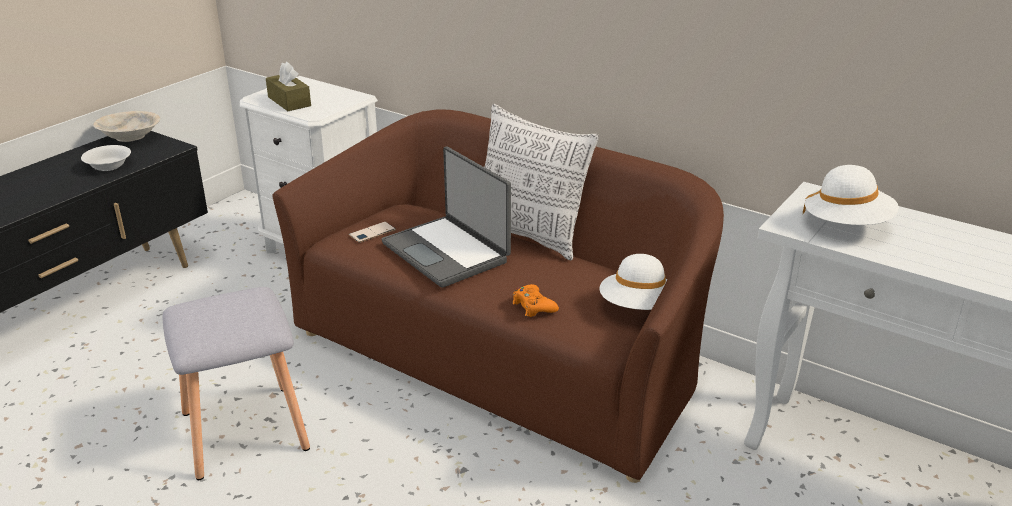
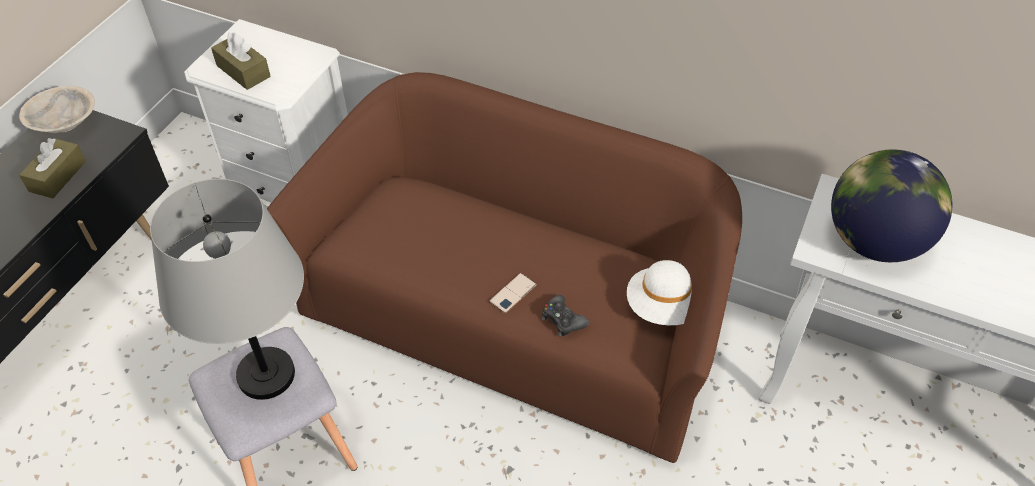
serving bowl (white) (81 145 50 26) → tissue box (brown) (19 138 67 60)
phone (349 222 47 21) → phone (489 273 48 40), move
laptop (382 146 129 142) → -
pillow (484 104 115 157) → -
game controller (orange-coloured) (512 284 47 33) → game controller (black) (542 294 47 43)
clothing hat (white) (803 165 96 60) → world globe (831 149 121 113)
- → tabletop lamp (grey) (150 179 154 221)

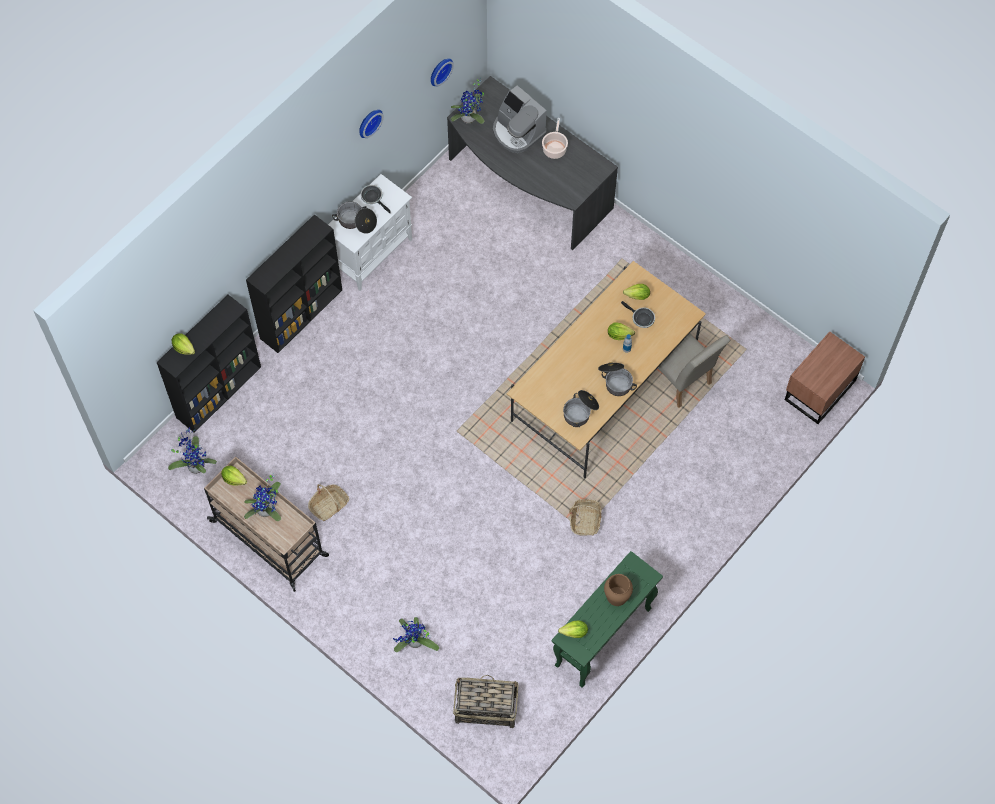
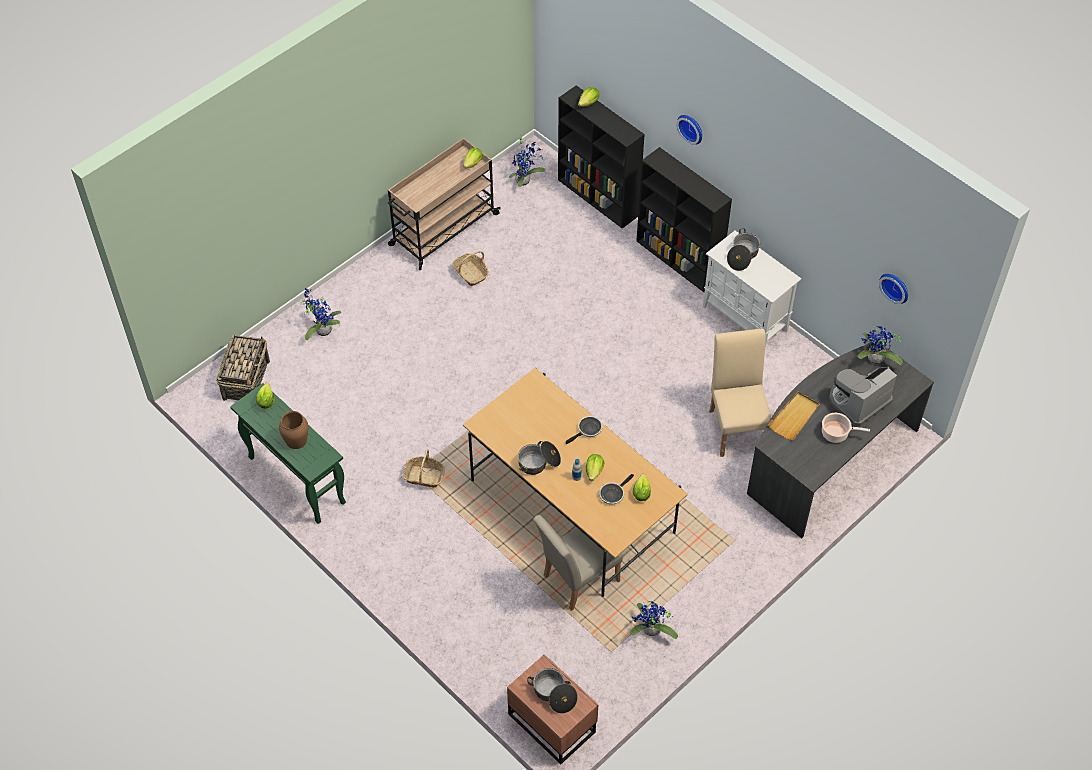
houseplant (244 473 37 48) → houseplant (630 601 48 38), move
wall clock (360 110 24 28) → wall clock (677 115 25 30), move
skillet (360 185 31 28) → skillet (566 416 36 28), move
saucepot (563 390 36 37) → saucepot (527 668 51 46), move
- → upright chair (beige) (709 328 62 129)
- → carrying tray (beige) (768 392 51 48)

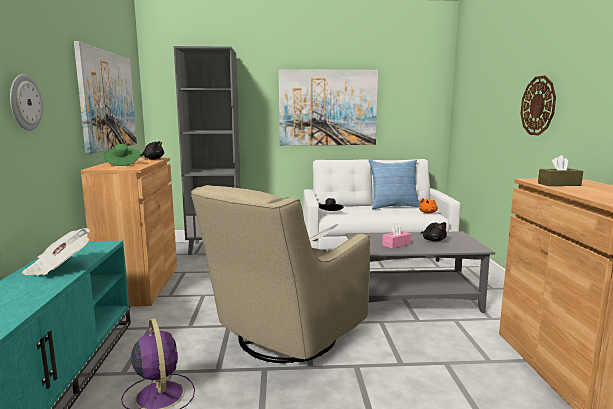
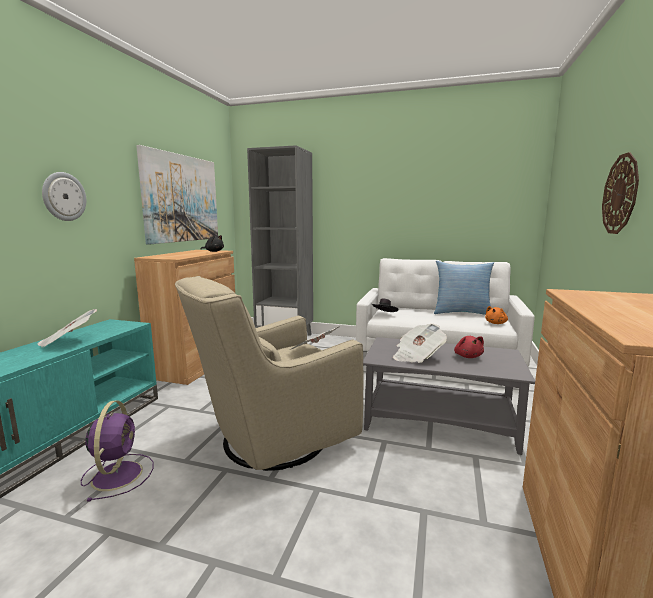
clothing hat (green) (104 144 36 22) → -
wall art (279 69 99 76) → -
tissue box (pinkish) (382 223 29 26) → newspaper (393 324 54 39)
plush toy (black) (421 222 26 20) → plush toy (red-coloured) (454 336 30 22)
tissue box (brown) (538 155 45 31) → -

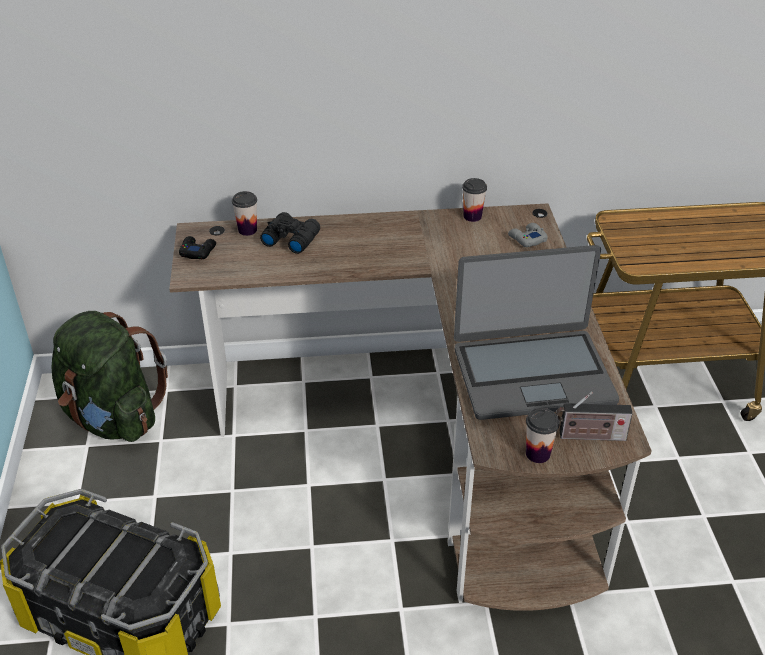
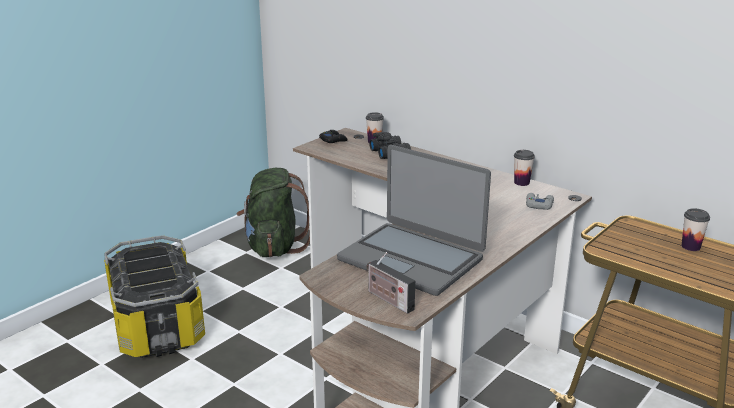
small cup (526 408 34 55) → small cup (681 208 29 43), move

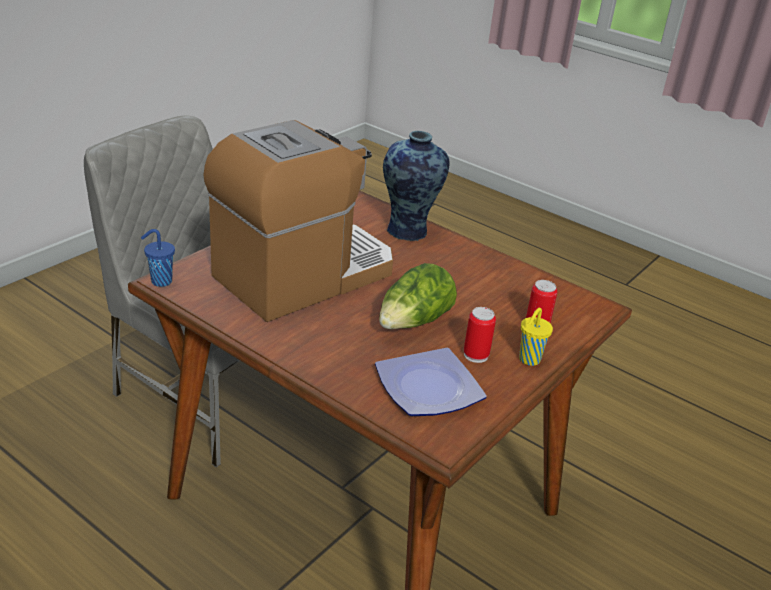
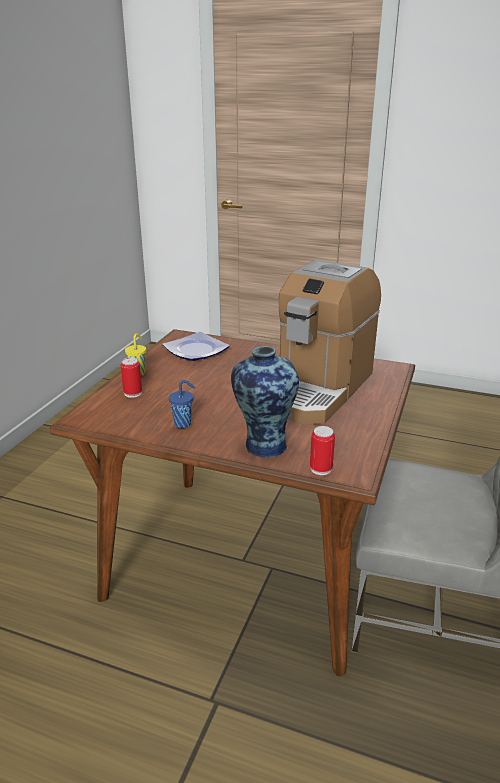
small cup (blue-coloured) (141 229 34 58) → small cup (blue-coloured) (169 380 26 48), move
lettuce (379 263 78 66) → -
can (464 307 32 56) → can (310 426 25 49), move

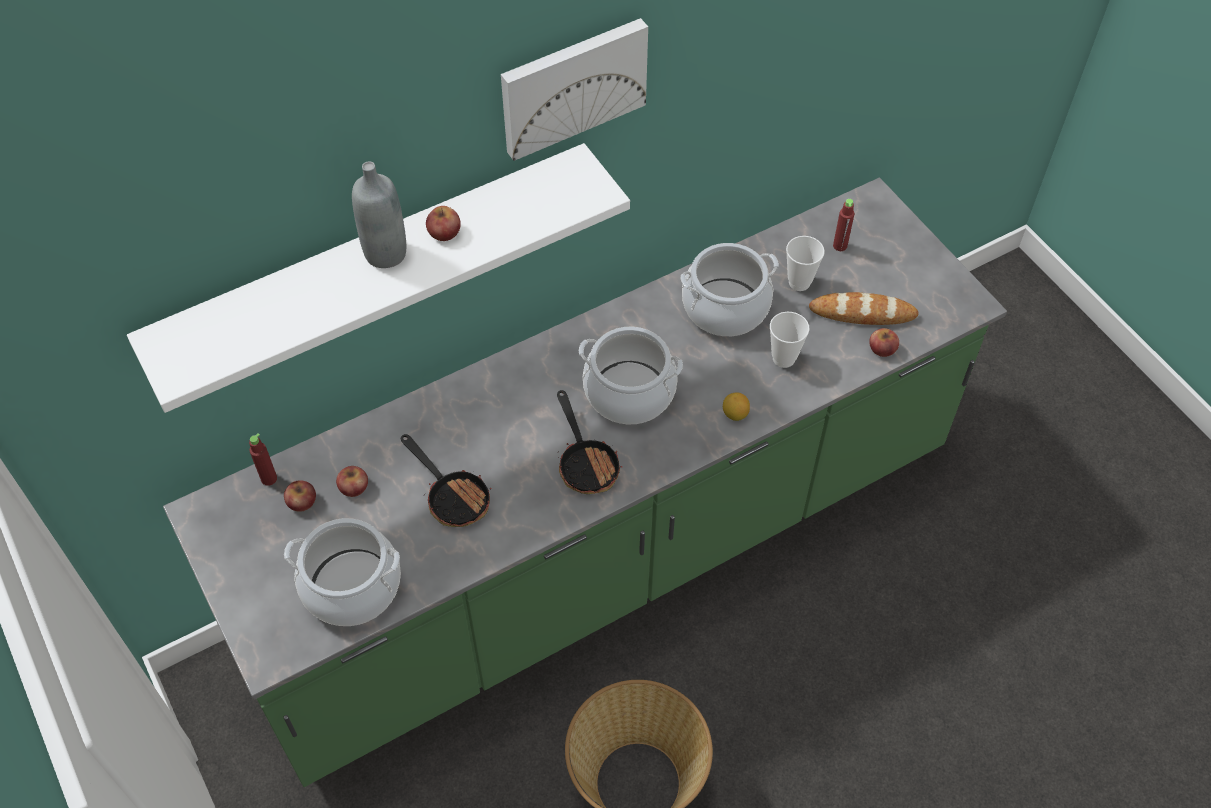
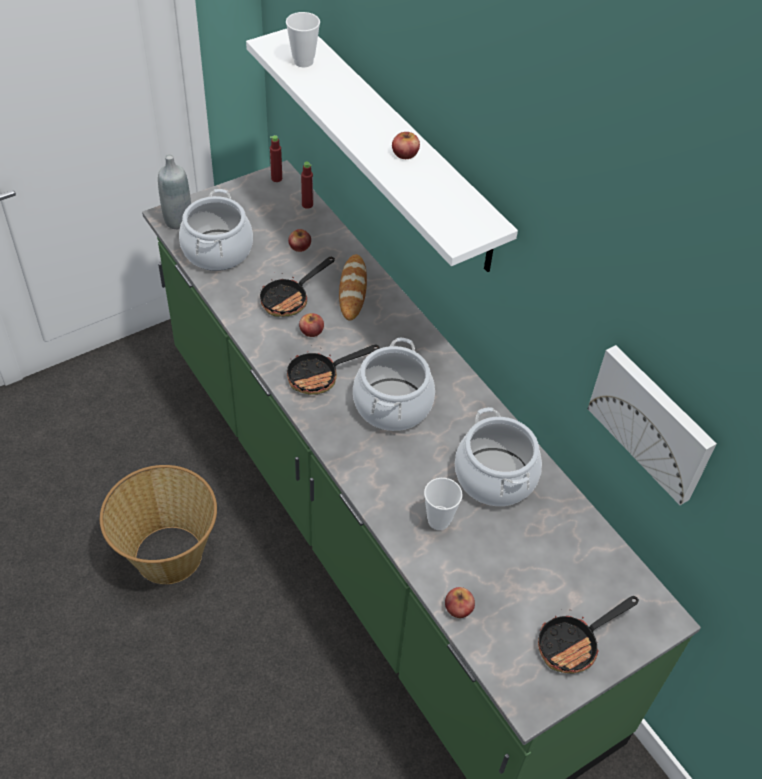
apple (284 480 32 32) → apple (299 313 25 24), move
drink bottle (grey) (352 162 54 106) → drink bottle (grey) (158 154 33 75), move
wall art (501 18 147 143) → wall art (588 345 129 160), move
whole lemon (723 393 27 28) → -
small cup (786 236 39 55) → small cup (286 12 34 55), move
bread (809 292 110 33) → bread (339 254 28 67), move
drink bottle (red-coloured) (833 199 21 52) → drink bottle (red-coloured) (270 135 12 47), move
- → skillet (538 596 101 78)

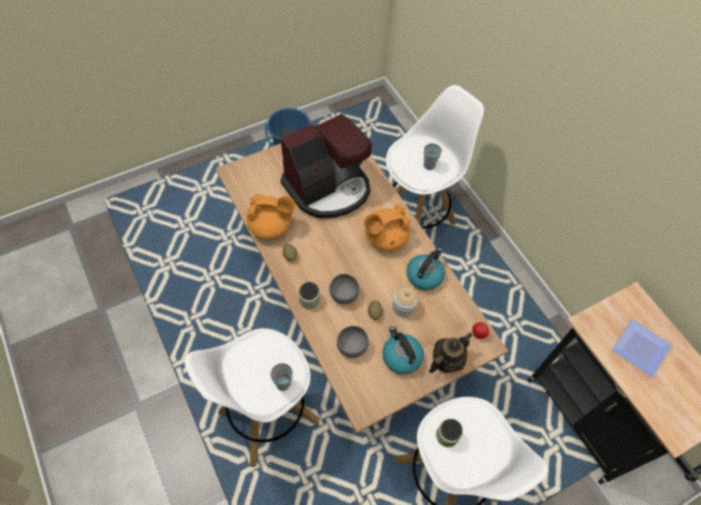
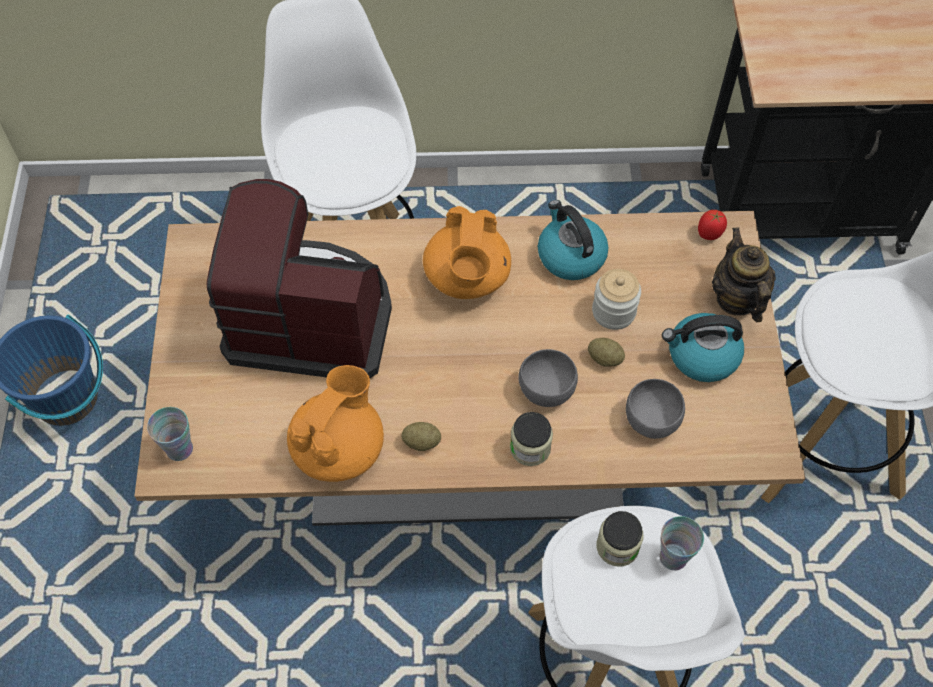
coffee brewer (281 114 91 104) → coffee brewer (207 179 185 199), 75 degrees counterclockwise
small cup (424 143 18 27) → small cup (147 407 46 54), move
preserve jar (436 419 27 28) → preserve jar (596 511 48 56), move
dinner plate (612 319 60 58) → -

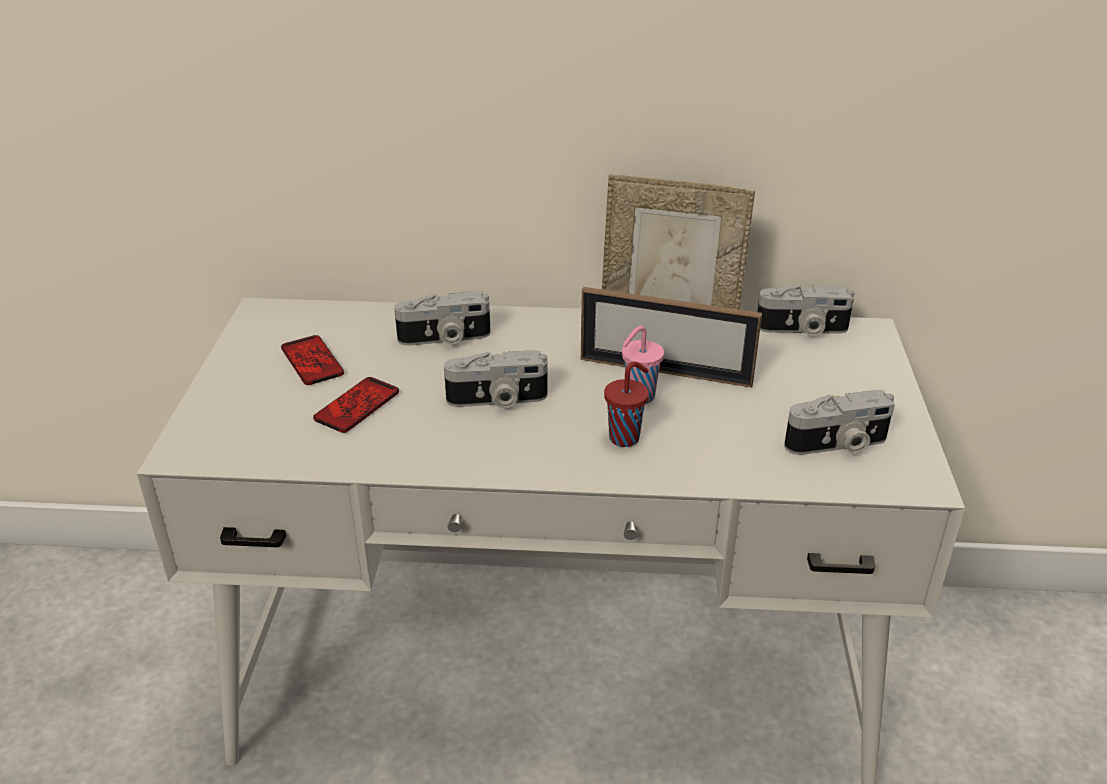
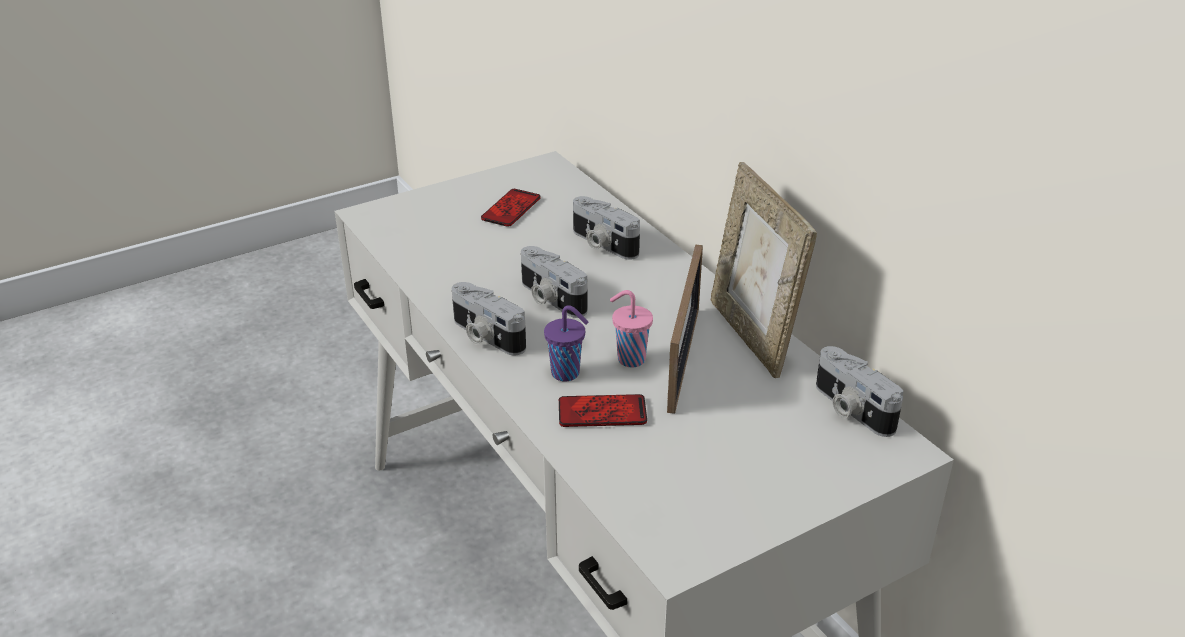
phone (313 377 86 56) → phone (559 394 88 33), move
photo frame (581 287 181 101) → photo frame (667 244 36 170), 150 degrees counterclockwise
small cup (red-coloured) (604 362 45 85) → small cup (purple-coloured) (544 305 44 76)
photo camera (784 390 111 65) → photo camera (452 282 74 73), move

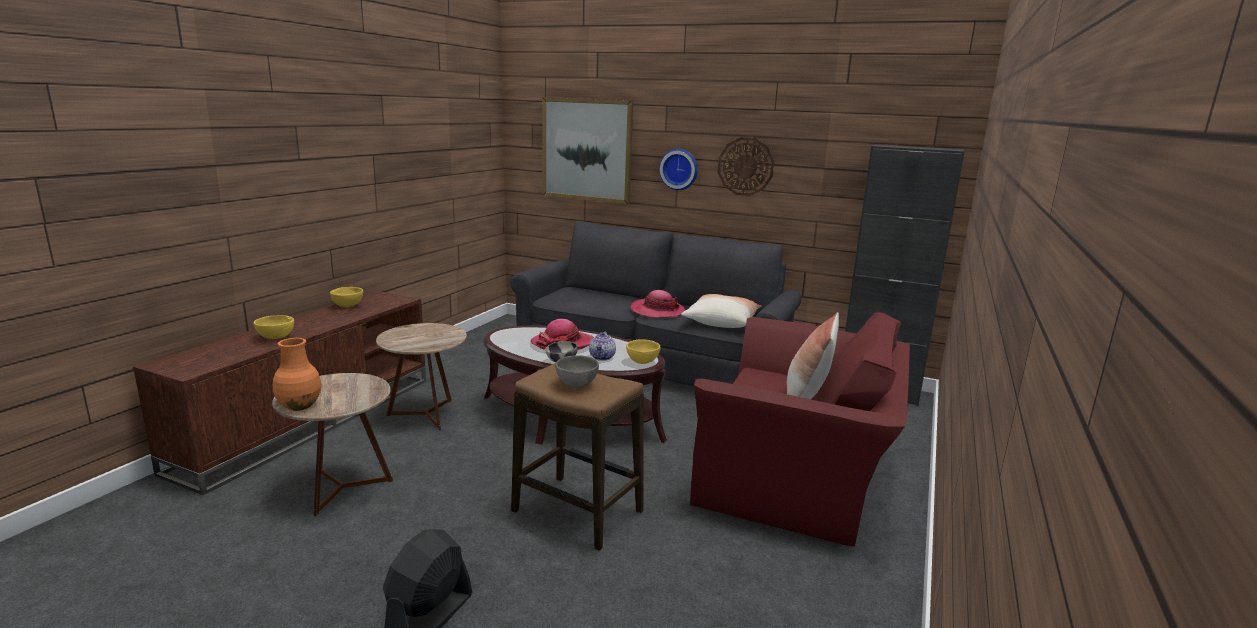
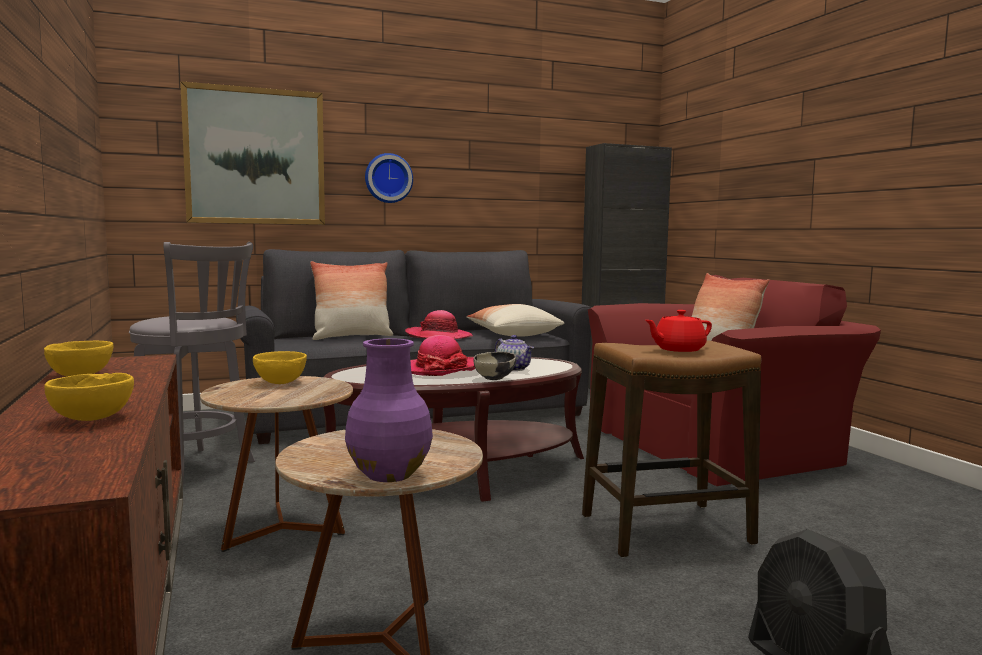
flower vase (orange-coloured) (273 338 49 73) → flower vase (purple-coloured) (345 338 88 144)
serving bowl (grey) (555 355 44 33) → tea pot (red-coloured) (645 310 67 42)
serving bowl (yellow) (626 339 34 25) → serving bowl (yellow) (253 351 54 33), move
wall clock (718 137 56 59) → -
- → sitting stool (grey) (129 242 126 242)
- → pillow (310 261 83 79)

